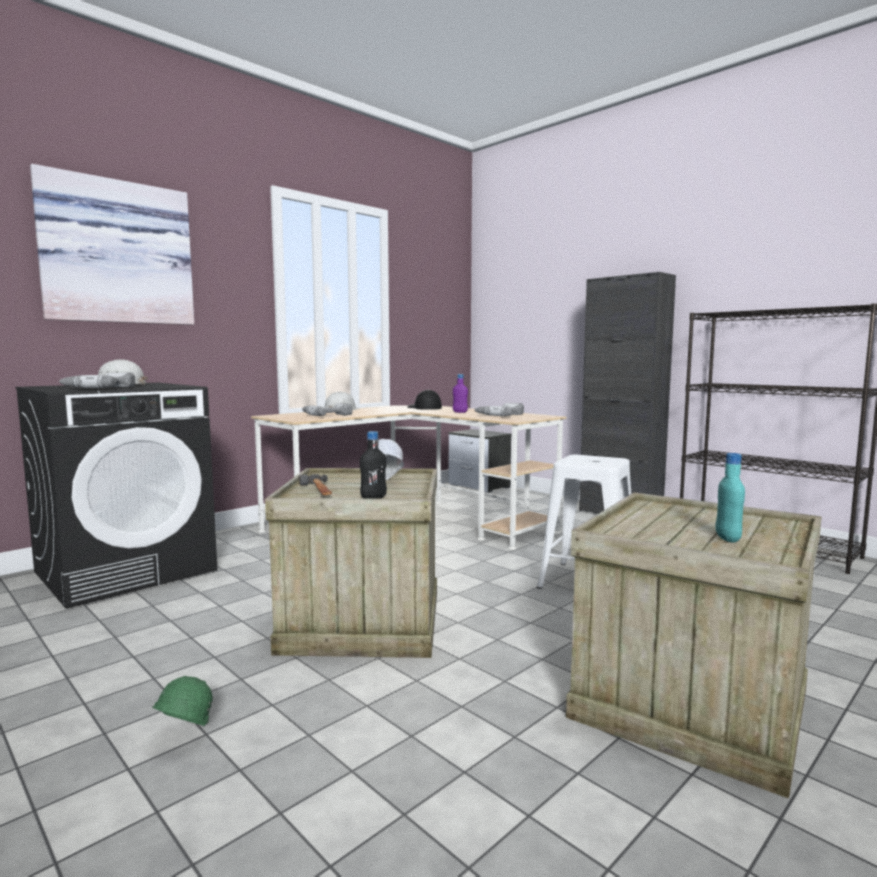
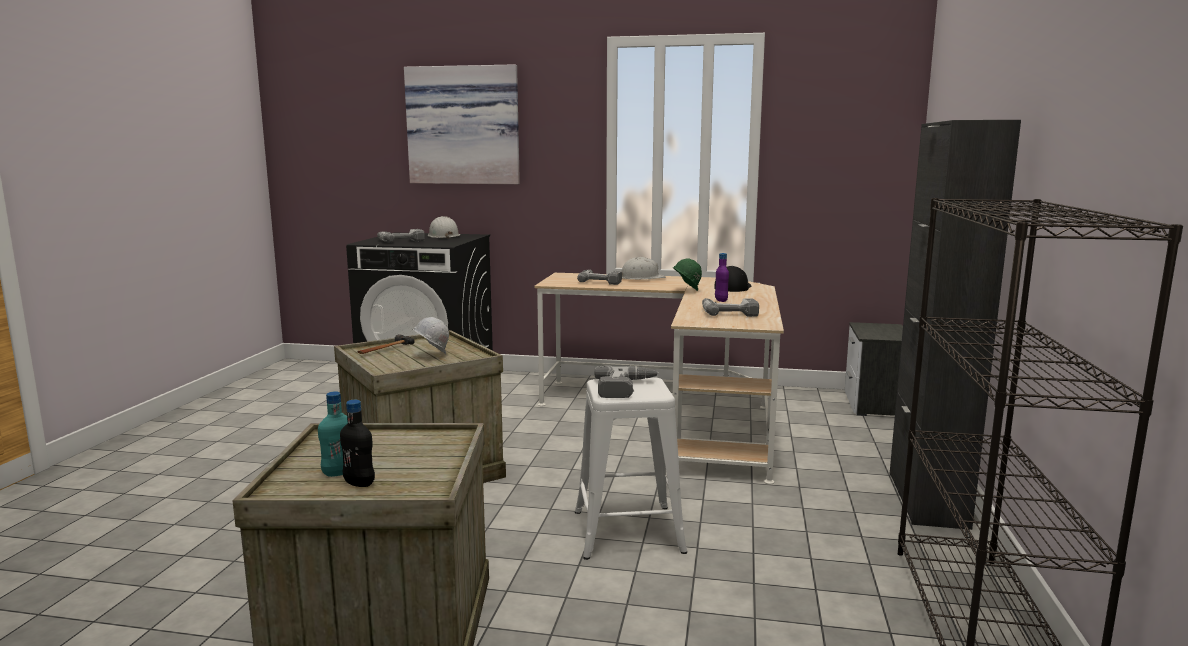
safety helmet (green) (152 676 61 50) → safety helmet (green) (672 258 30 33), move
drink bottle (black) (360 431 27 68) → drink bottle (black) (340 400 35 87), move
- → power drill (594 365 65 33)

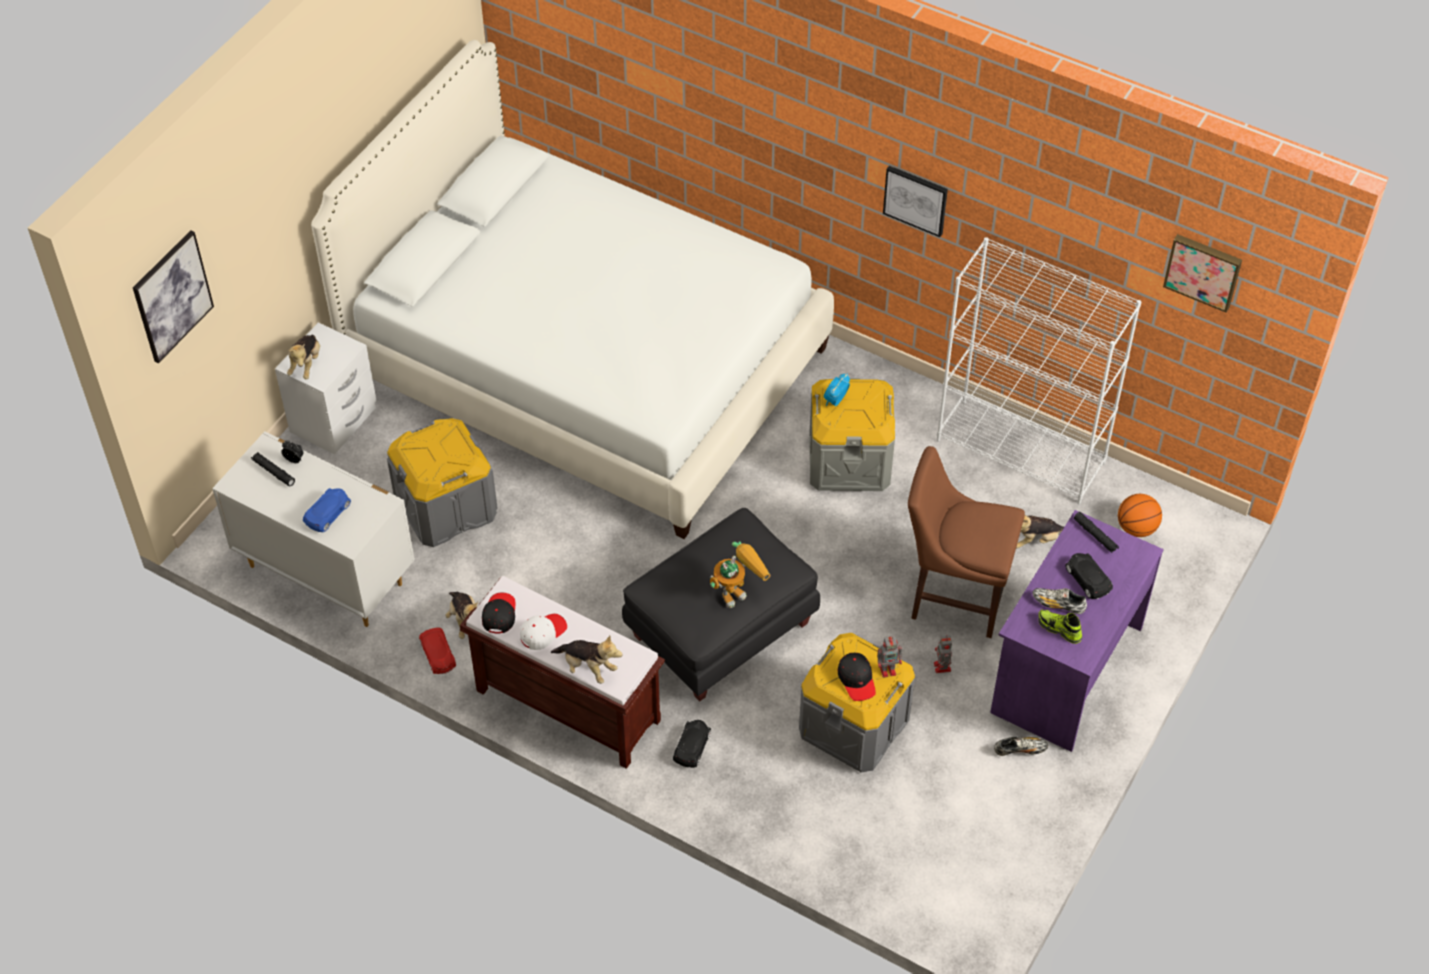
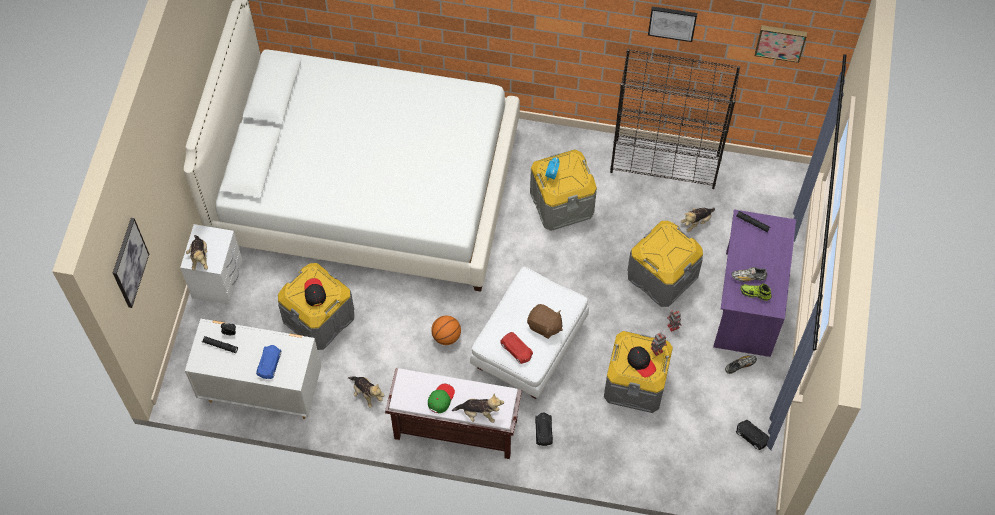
model car (red-coloured) (419 628 37 46) → model car (red-coloured) (501 332 32 32), move
baseball cap (black) (482 593 33 40) → baseball cap (black) (304 278 22 28), move
baseball cap (white) (520 614 47 36) → baseball cap (green) (428 384 27 29)
ottoman (black) (622 508 198 193) → ottoman (white) (470 267 119 132)
robot figure (710 541 61 67) → plush toy (brown) (527 304 36 35)
wall art (883 166 65 71) → wall art (648 6 49 36), move
upright chair (brown) (908 446 117 192) → storage bin (grey) (627 221 76 86)
bookshelf (white) (937 237 204 267) → bookshelf (black) (610 49 130 140)
model car (black) (1065 553 48 46) → model car (black) (736 420 33 30), move
ball for basketball (1118 494 44 43) → ball for basketball (431 316 30 29), move

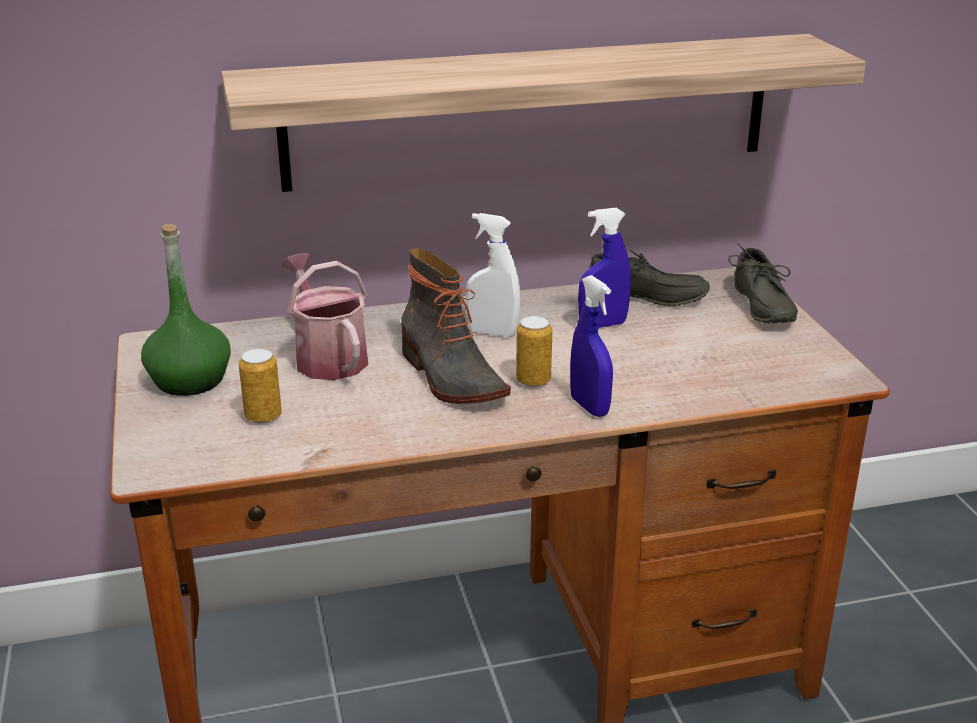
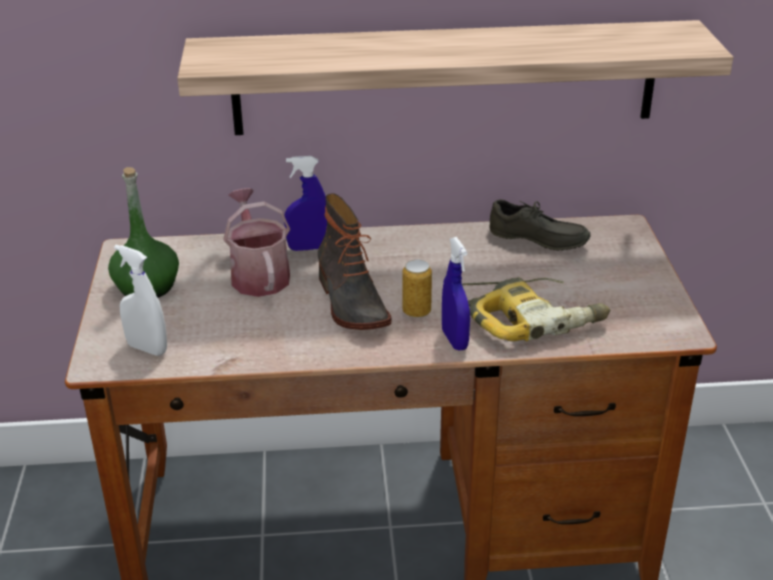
can (239 348 43 76) → -
spray bottle (white) (466 213 54 124) → spray bottle (white) (114 245 53 111), move
spray bottle (blue-coloured) (578 208 53 120) → spray bottle (blue-coloured) (284 156 43 95), move
item of footwear (grey) (728 243 70 81) → -
- → power drill (462 277 148 64)

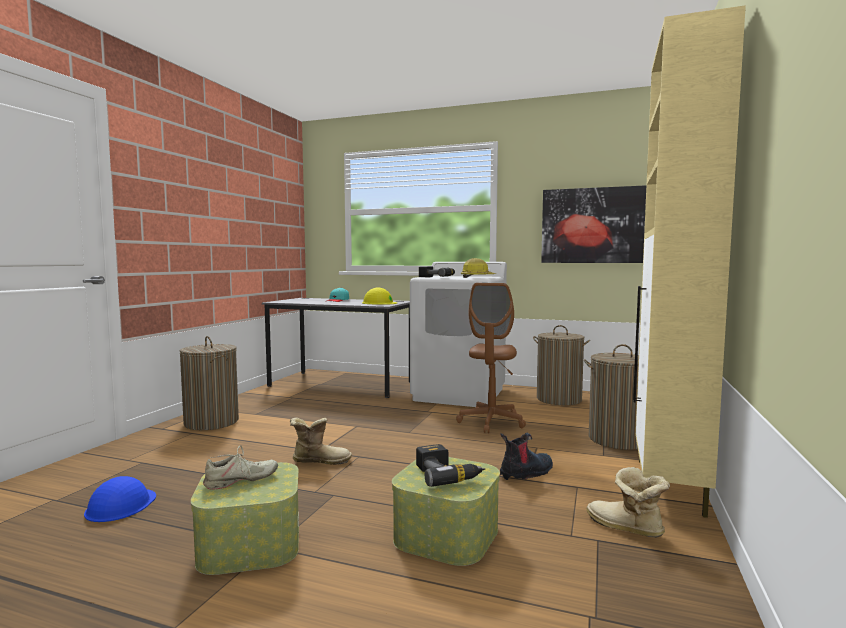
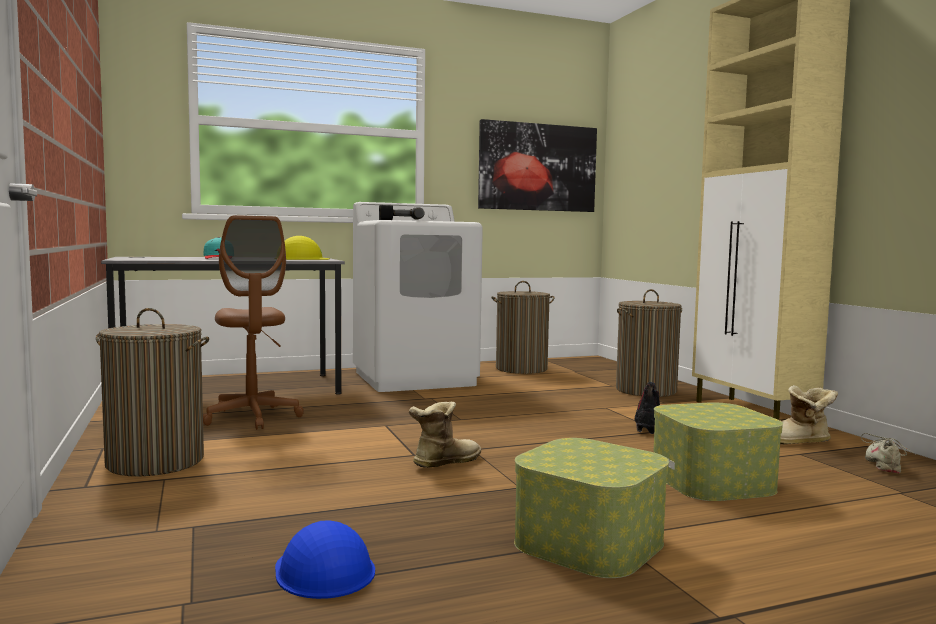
item of footwear (beige) (203 445 75 45) → item of footwear (beige) (861 433 55 40), move
power drill (416 444 69 43) → -
desk chair (brown) (456 283 70 150) → desk chair (brown) (203 215 101 215), move
safety helmet (461 258 35 20) → -

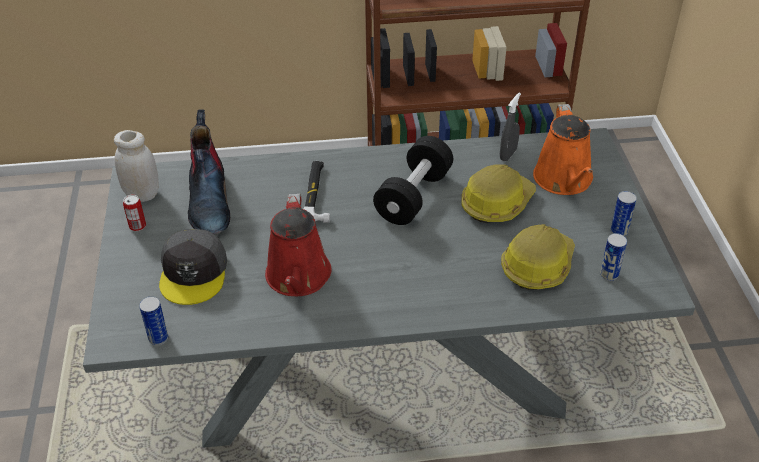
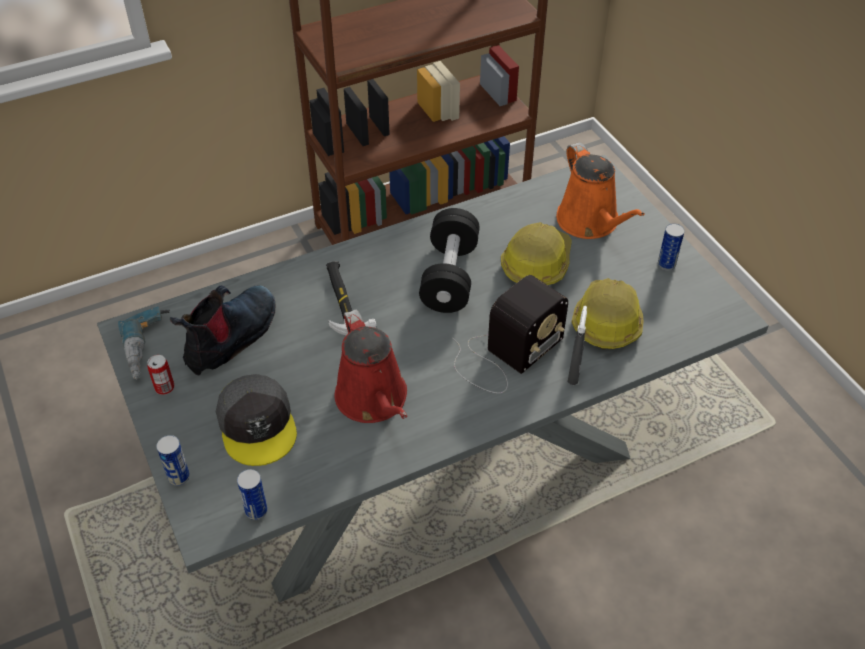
preserve jar (white) (114 130 45 72) → power drill (118 306 52 74)
boot (188 110 42 124) → boot (170 286 106 89), 120 degrees counterclockwise
spray bottle (grey) (500 93 21 68) → spray bottle (grey) (567 306 20 79), move
can (600 233 27 48) → can (156 435 34 51), move
- → radio (453 275 115 118)

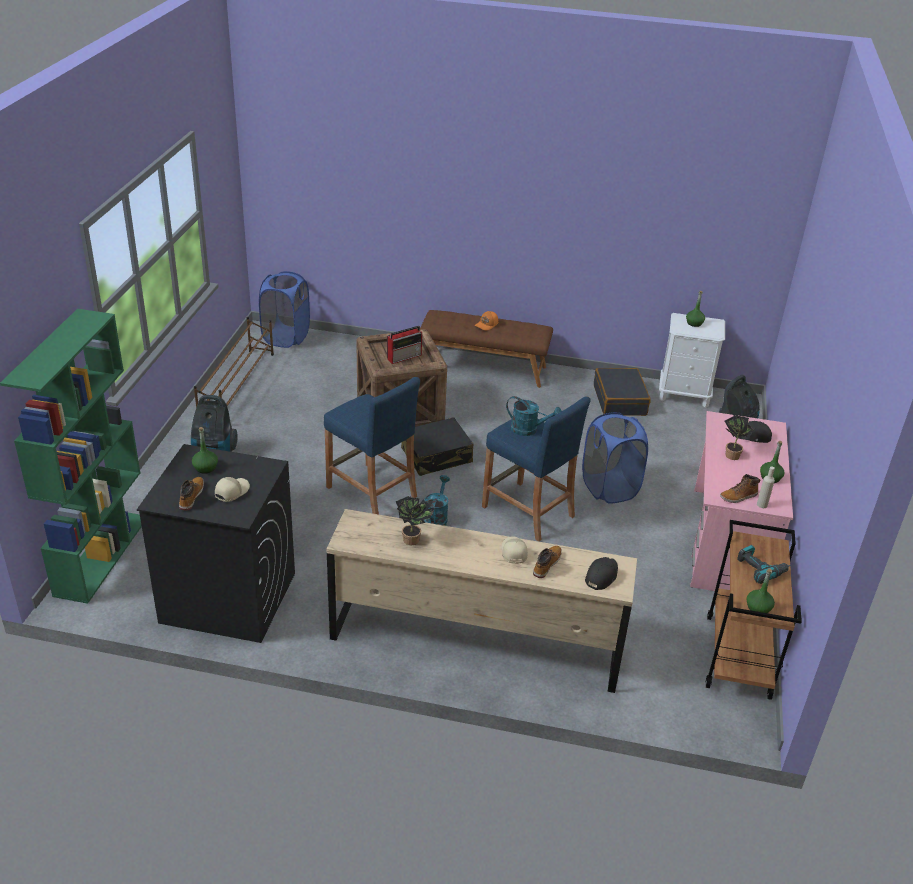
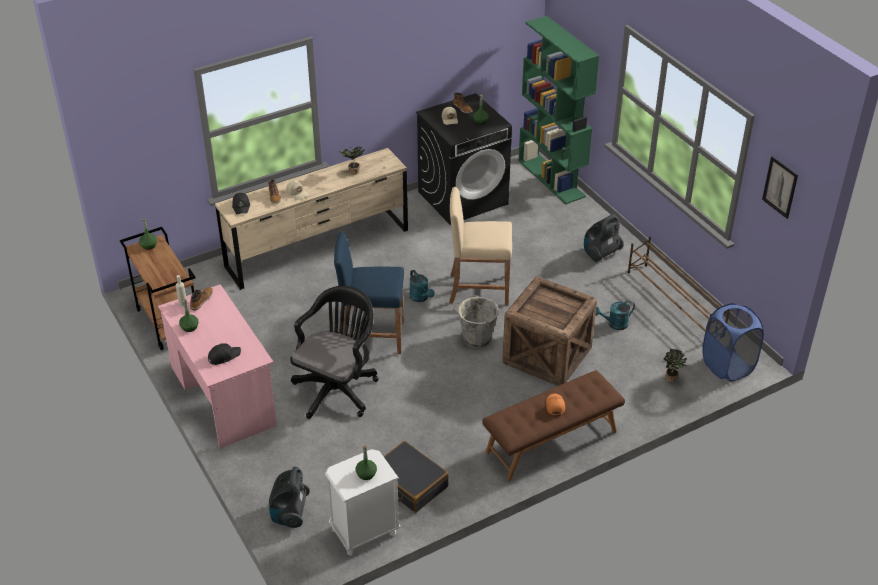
sitting stool (blue-coloured) (324 377 96 137) → sitting stool (beige) (449 187 63 118)
radio (387 326 35 38) → -
suitcase (black) (401 417 72 59) → bucket (grey) (453 295 46 53)
sprinkling can (turquoise-coloured) (506 396 56 40) → sprinkling can (turquoise-coloured) (595 300 40 30), move
hamper (blue-coloured) (582 412 66 92) → desk chair (black) (290 286 89 133)
houseplant (725 415 30 45) → houseplant (664 349 23 33), move
power drill (737 545 53 39) → -
- → wall art (762 156 36 63)

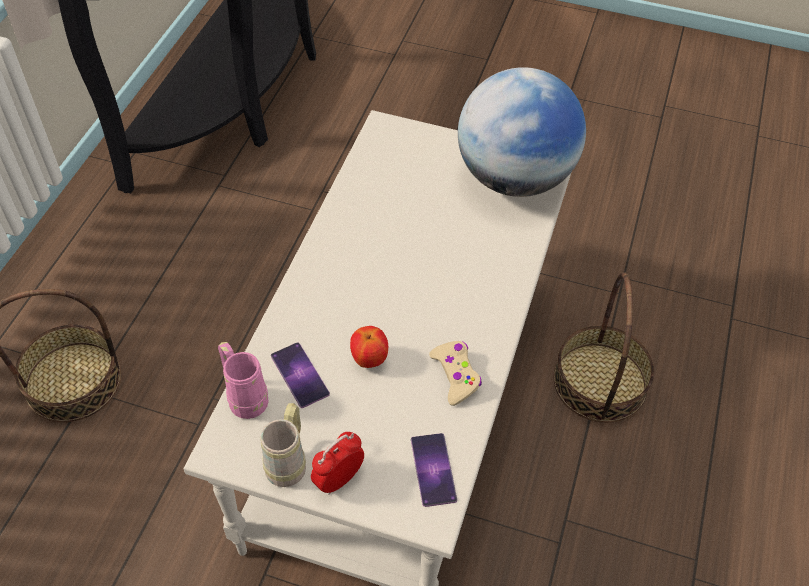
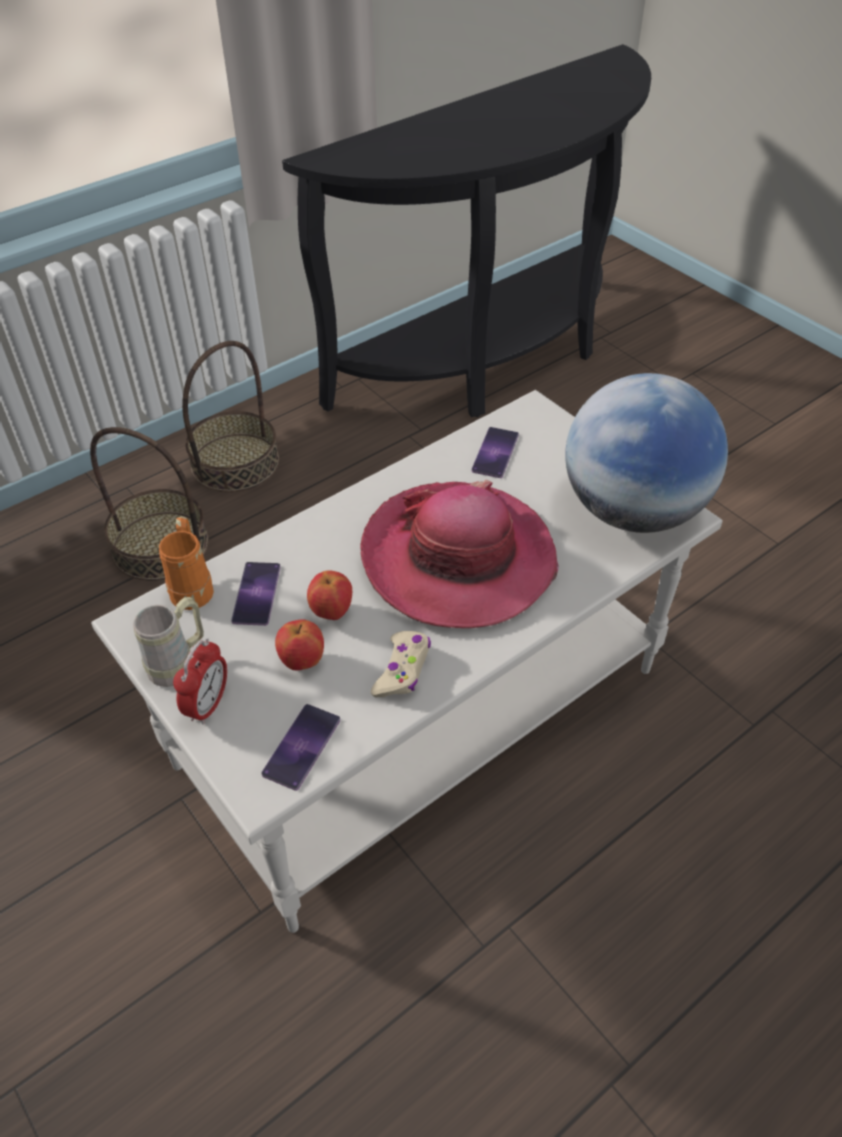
coffee mug (pinkish) (218 342 51 77) → coffee mug (orange-coloured) (159 516 55 94)
alarm clock (311 432 53 63) → alarm clock (173 638 54 87), 120 degrees clockwise
basket (553 272 101 151) → basket (182 341 97 151), move
- → apple (275 619 49 51)
- → clothing hat (360 480 199 148)
- → phone (472 427 47 51)

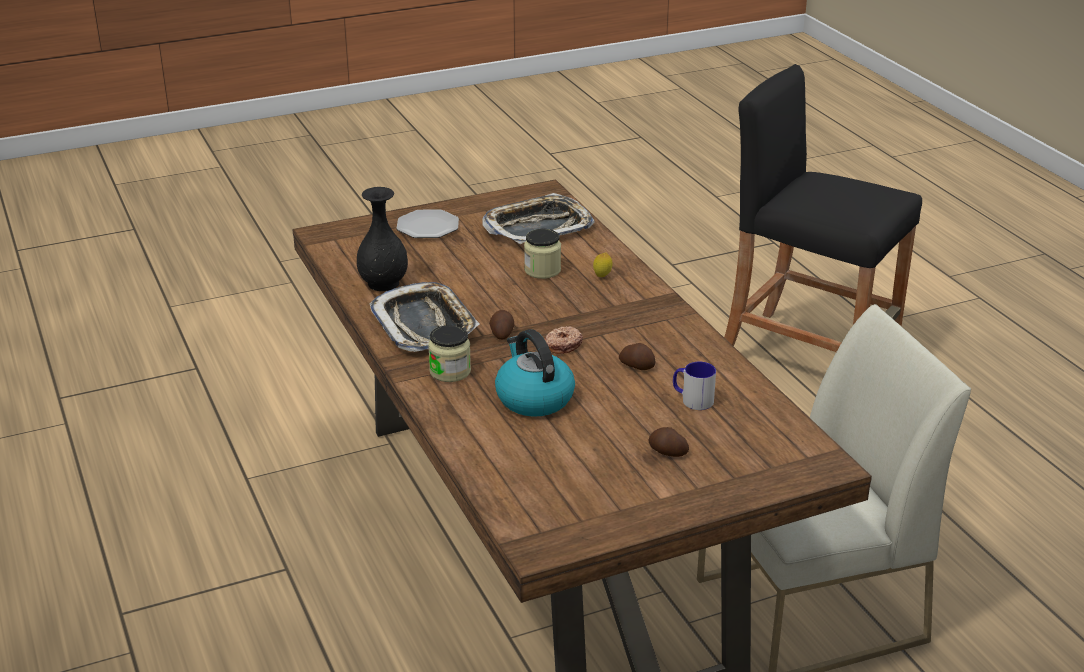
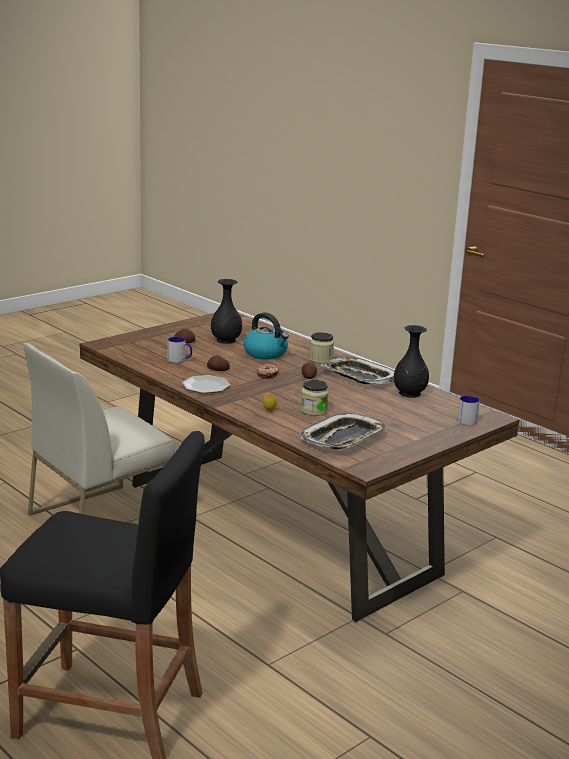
dinner plate (396 210 63 28) → dinner plate (182 375 48 18), move
- → flower vase (black) (211 279 31 65)
- → coffee mug (457 396 23 30)

